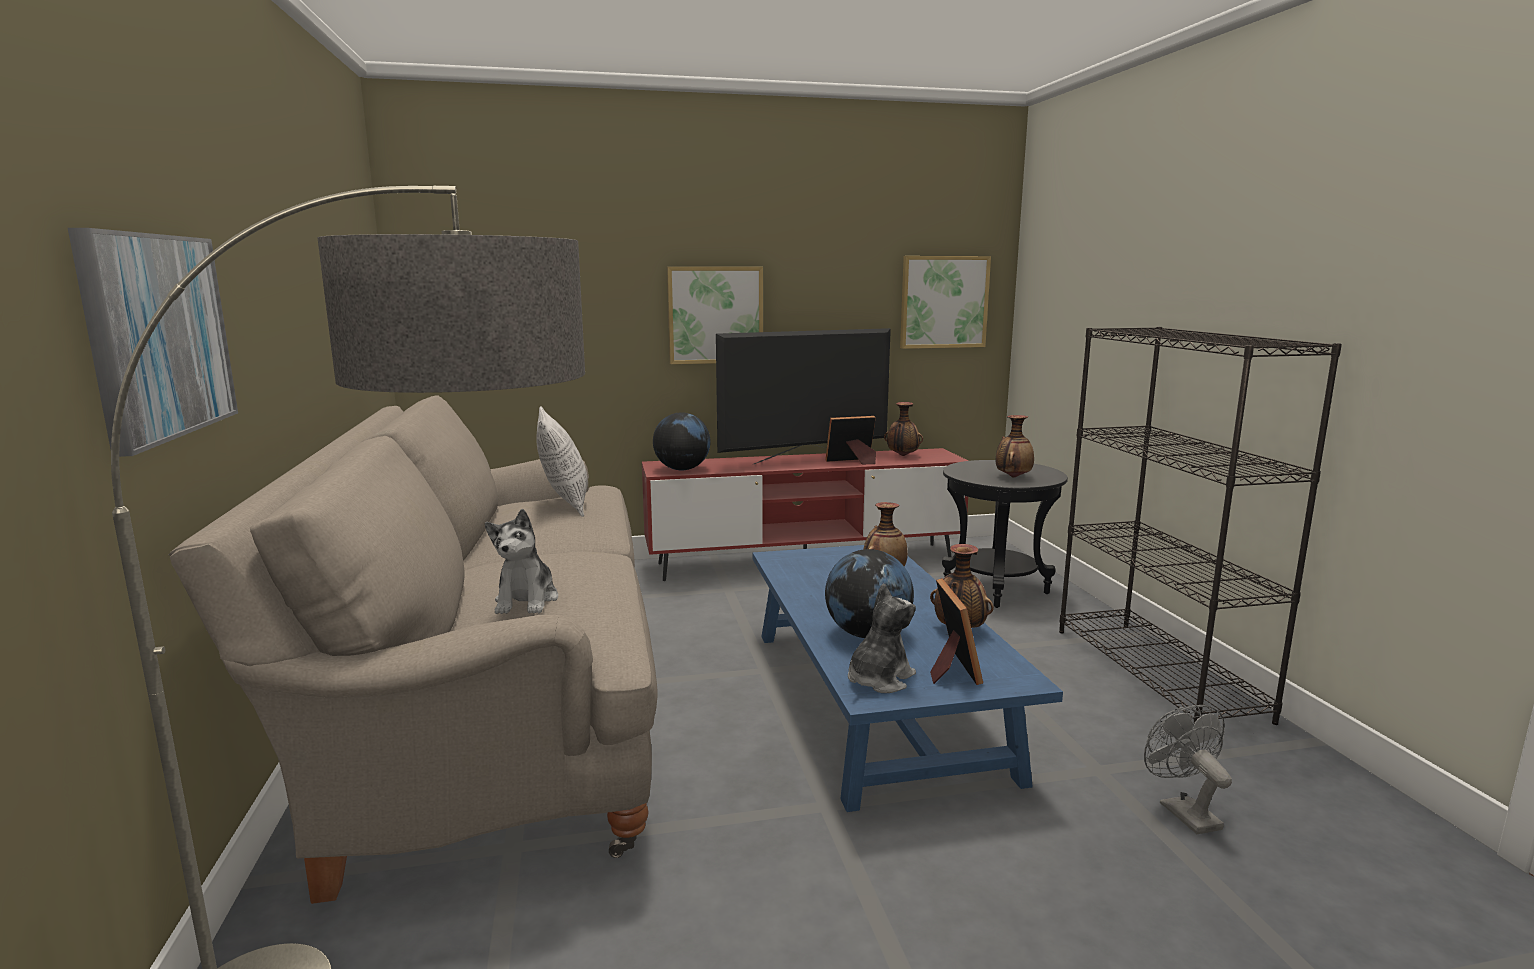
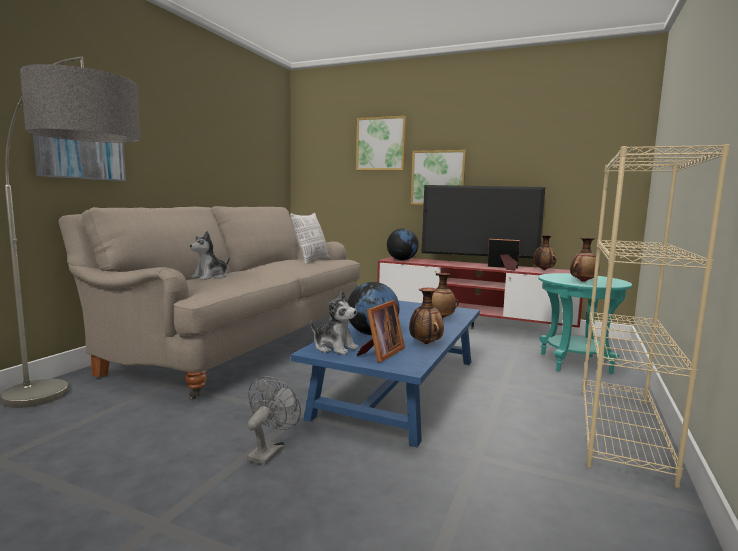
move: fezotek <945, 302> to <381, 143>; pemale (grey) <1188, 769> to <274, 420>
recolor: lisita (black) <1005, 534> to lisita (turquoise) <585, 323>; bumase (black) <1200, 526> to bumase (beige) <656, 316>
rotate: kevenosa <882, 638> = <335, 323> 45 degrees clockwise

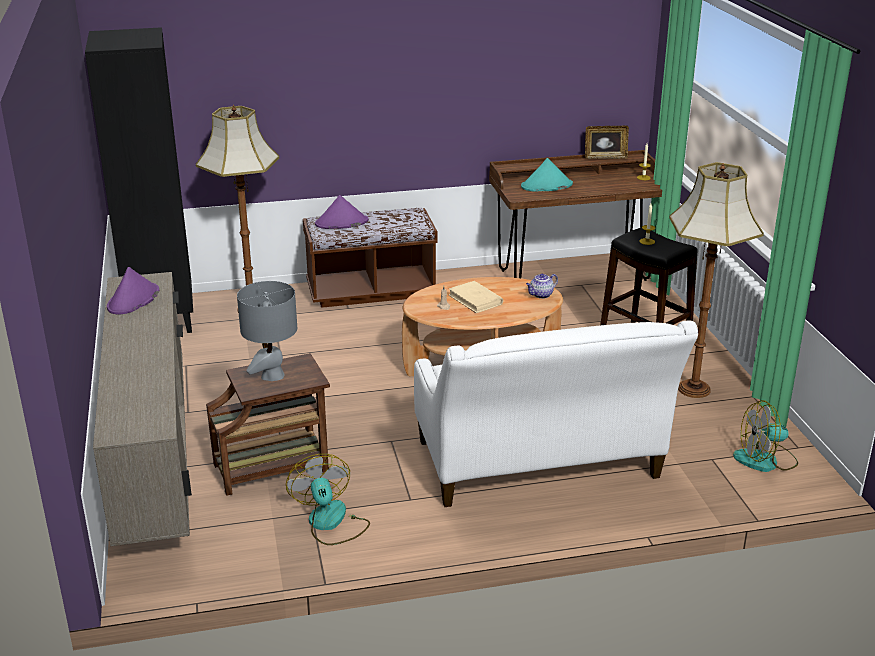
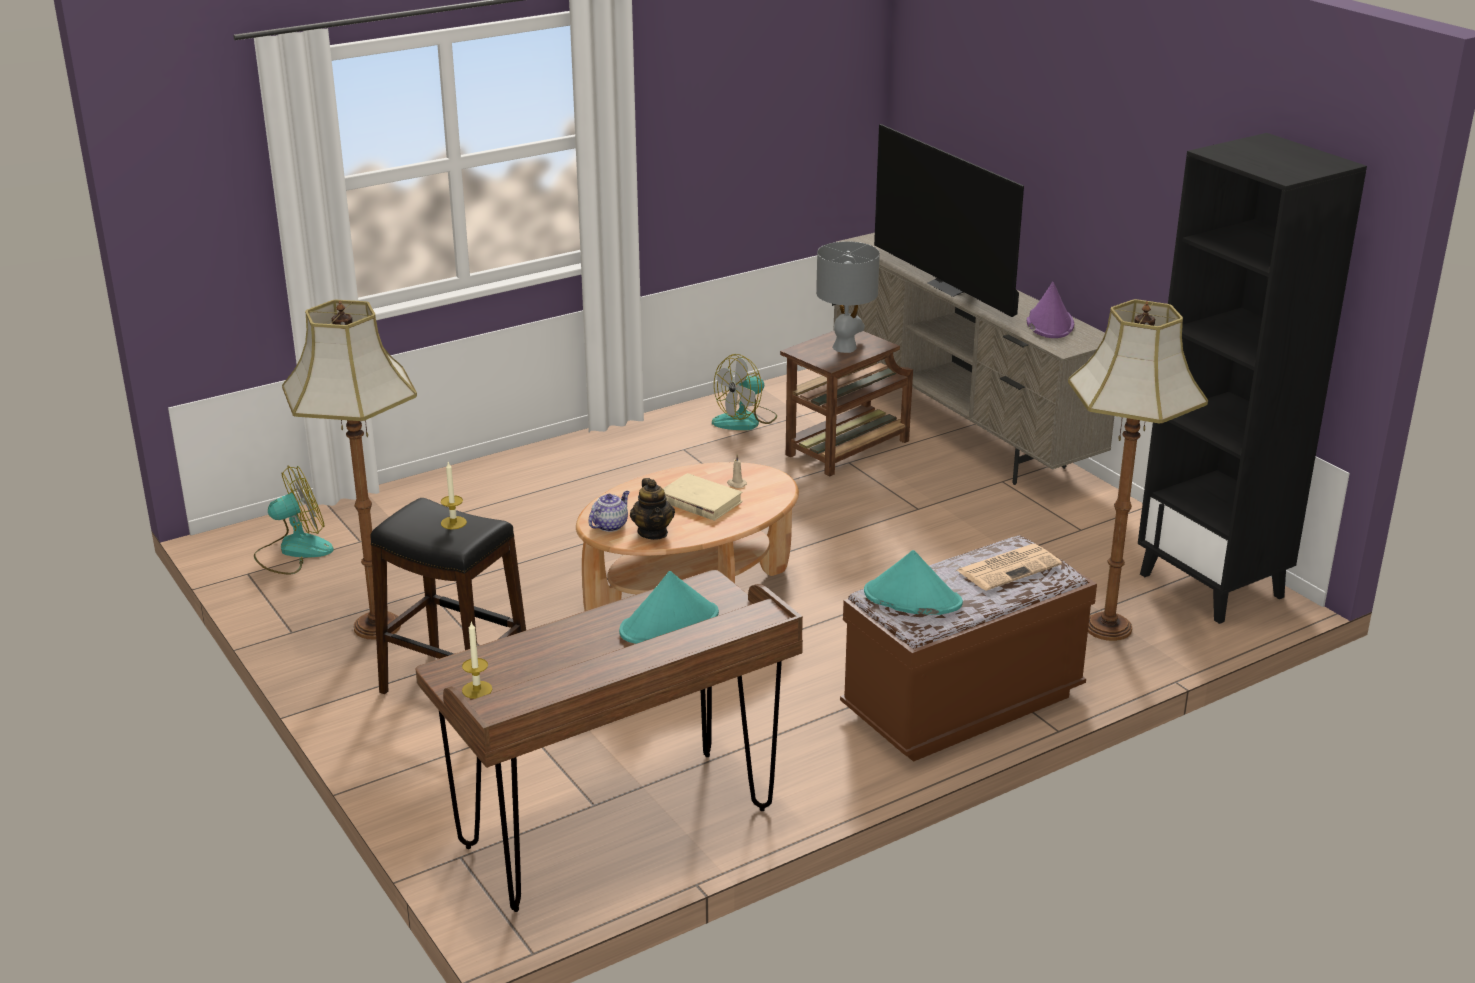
delete: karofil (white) <556, 414>; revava <607, 142>
insert: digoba <652, 509>; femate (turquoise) <913, 582>; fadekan <949, 220>
replace: femate (purple) <341, 212> to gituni <1009, 567>
rotate: pemale <328, 499> = <744, 392> 90 degrees clockwise

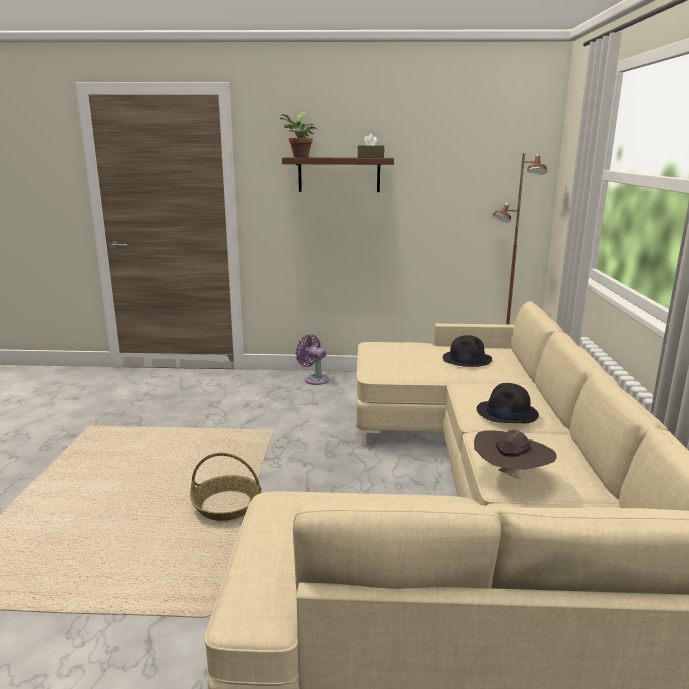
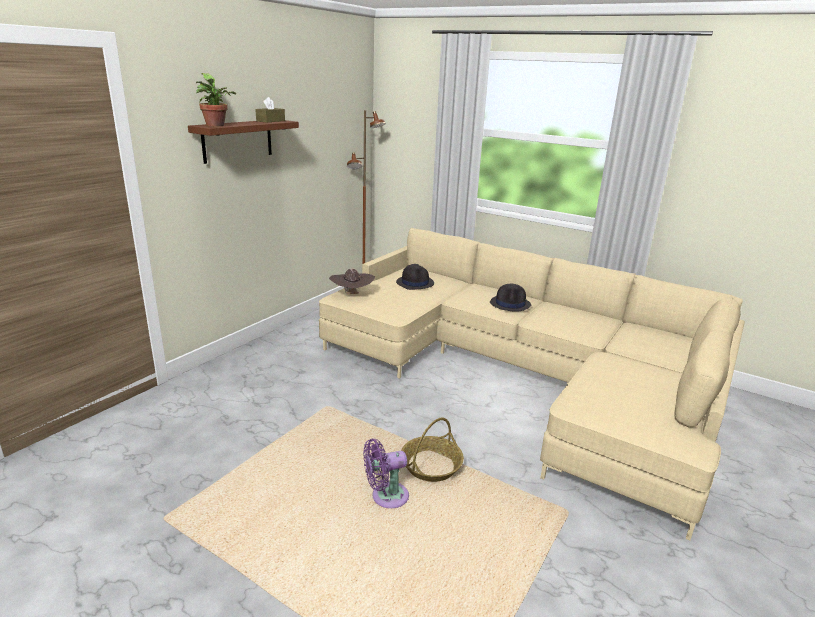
move: pemale (purple) <312, 360> to <386, 473>; femate (brown) <515, 455> to <352, 281>

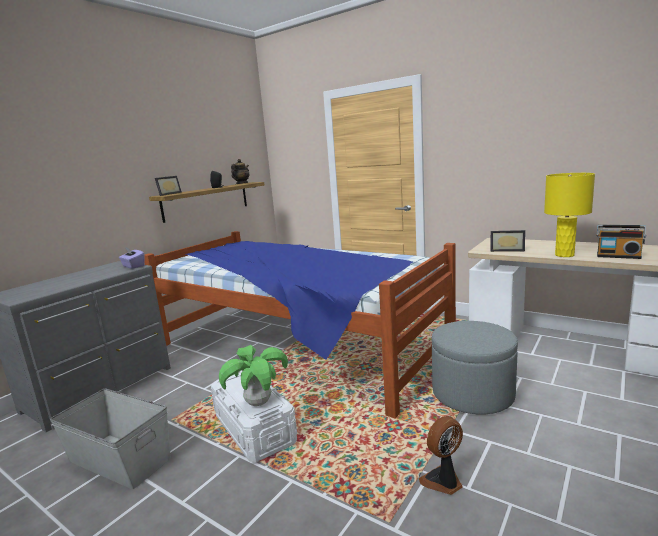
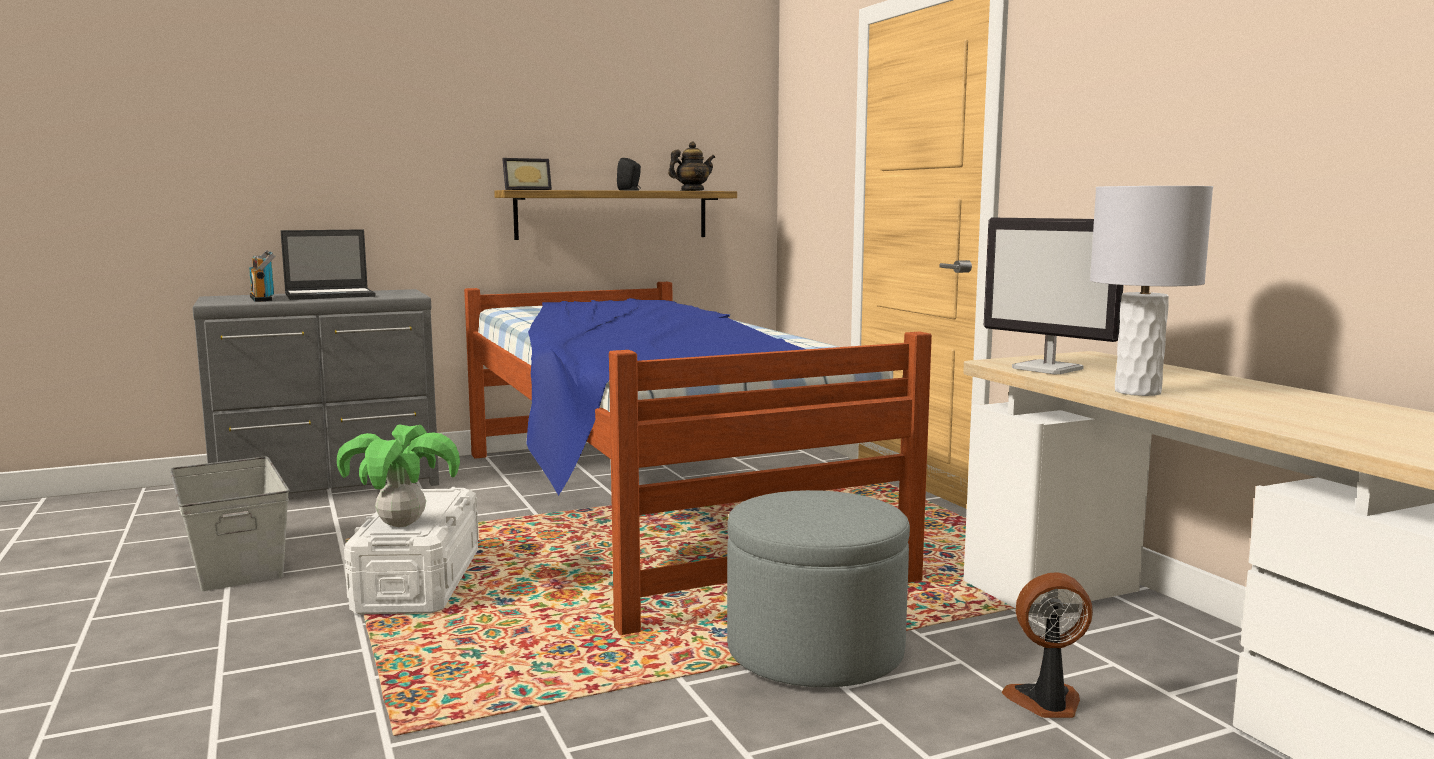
delete: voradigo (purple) <132, 258>
insert: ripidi <328, 264>
move: pemale <441, 455> to <1047, 645>; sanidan <621, 242> to <262, 276>
replace: revava <507, 241> to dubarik <1053, 296>
recolor: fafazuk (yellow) <569, 215> to fafazuk (grey) <1151, 291>

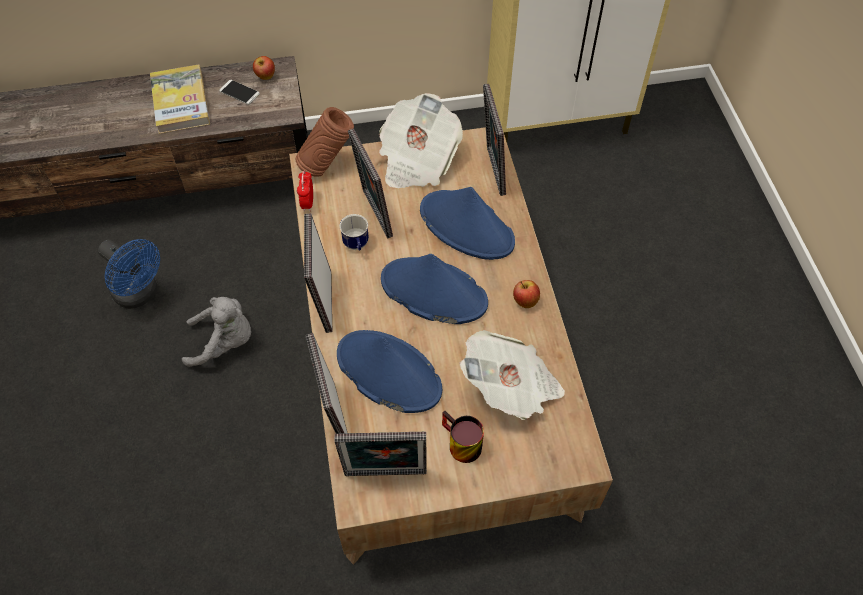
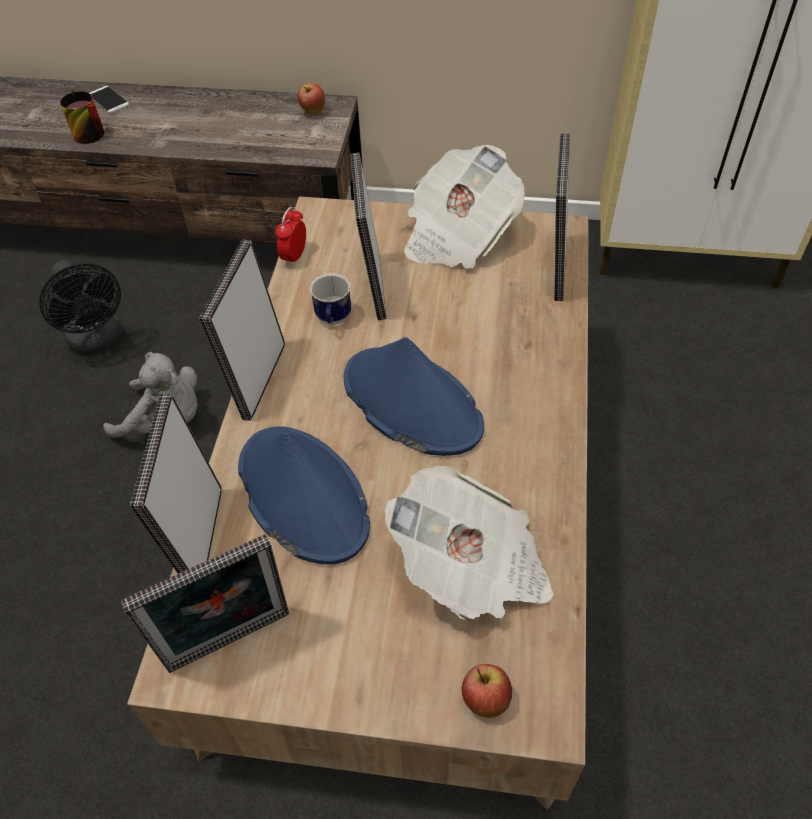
delete: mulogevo <180, 99>; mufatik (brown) <325, 142>; femate (blue) <467, 223>
move: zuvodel <239, 92> to <109, 99>; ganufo <463, 437> to <82, 117>; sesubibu <526, 294> to <487, 691>
recolor: pemale (blue) <129, 274> to pemale (black) <80, 307>
rotate: revava <380, 454> = <205, 603> 45 degrees counterclockwise

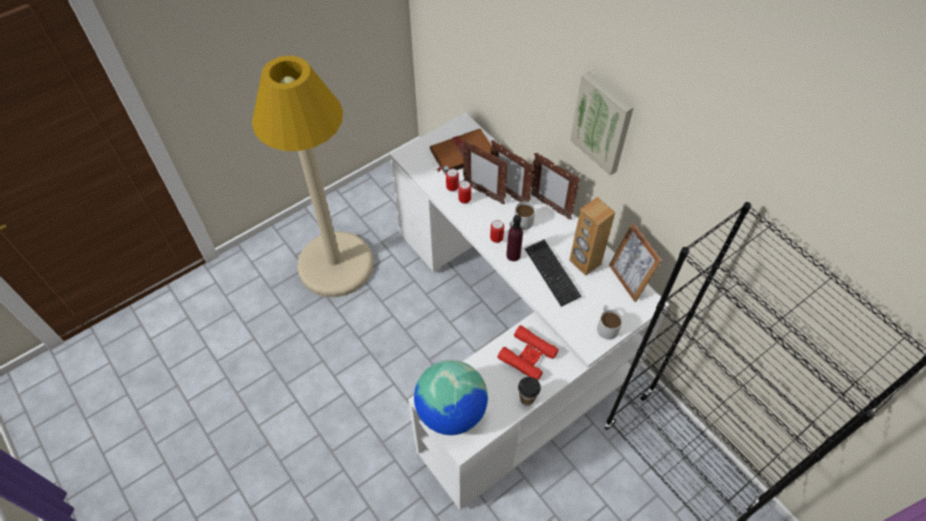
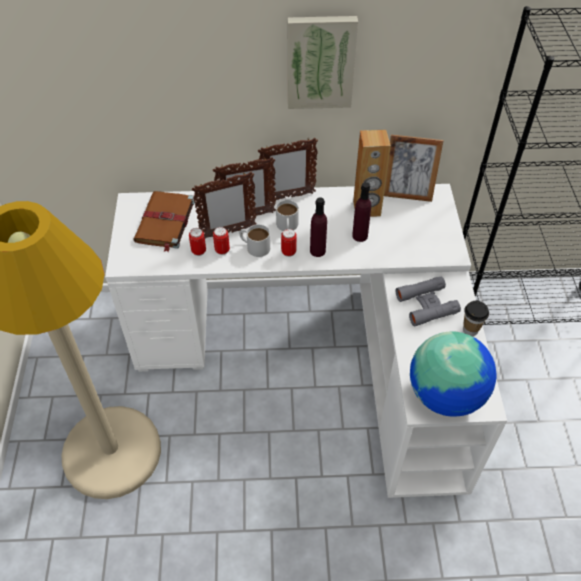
move: ganufo (white) <610, 322> to <254, 240>
replace: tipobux <553, 273> to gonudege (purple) <361, 212>
recolor: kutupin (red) <528, 352> to kutupin (grey) <428, 301>

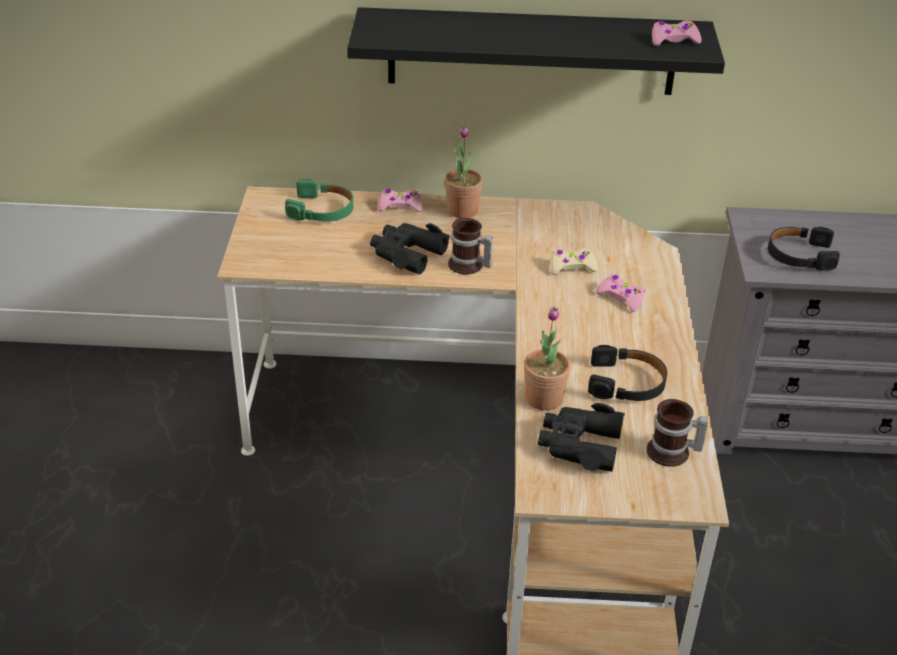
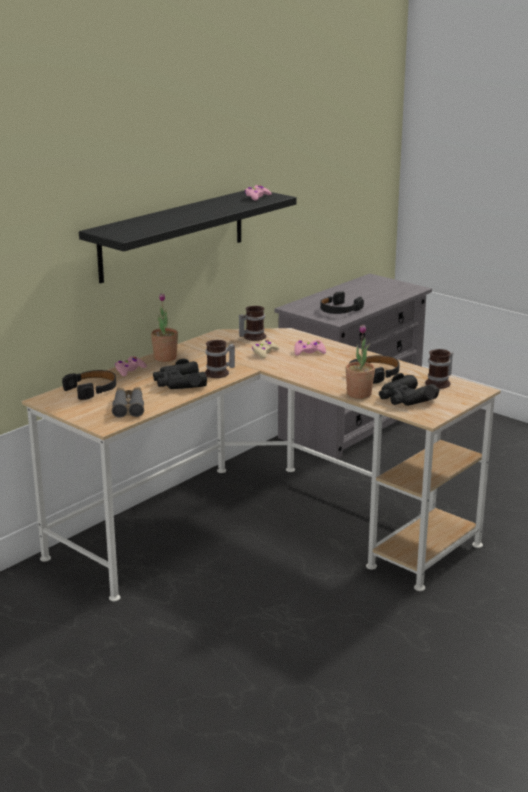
insert: kutupin (grey) <128, 402>; ganufo <252, 323>
recolor: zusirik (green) <319, 200> to zusirik (black) <89, 385>

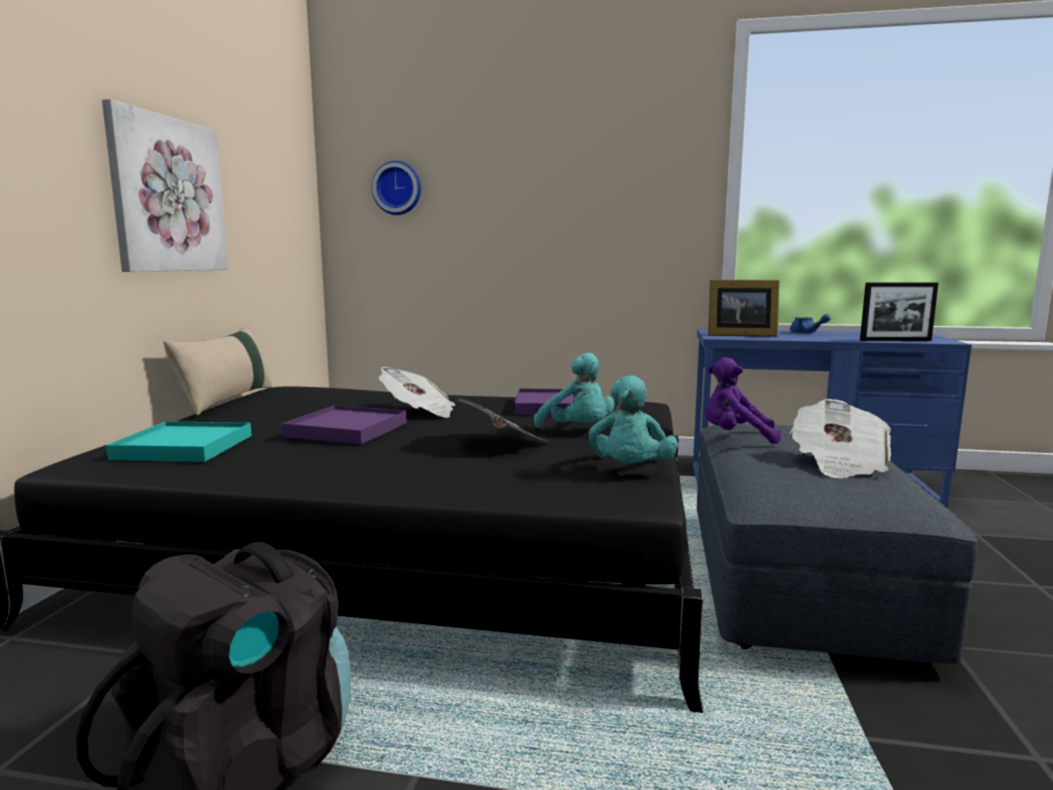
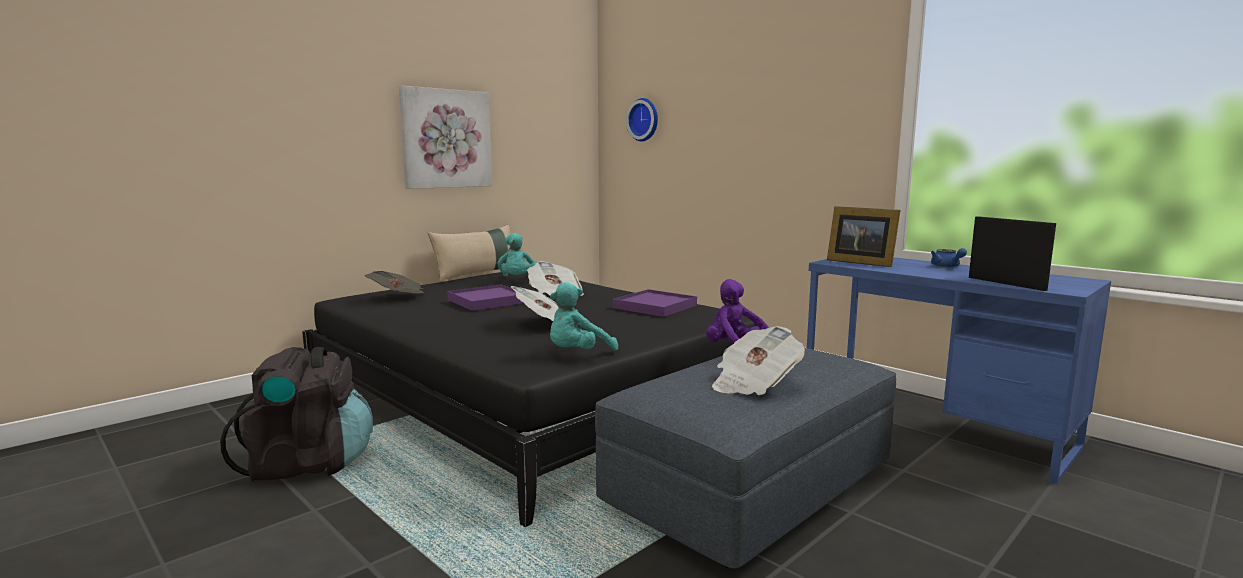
move: kevenosa (turquoise) <574, 390> to <517, 255>
replace: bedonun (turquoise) <179, 441> to gituni <394, 282>
rotate: revava <899, 311> = <1012, 253> 150 degrees counterclockwise

